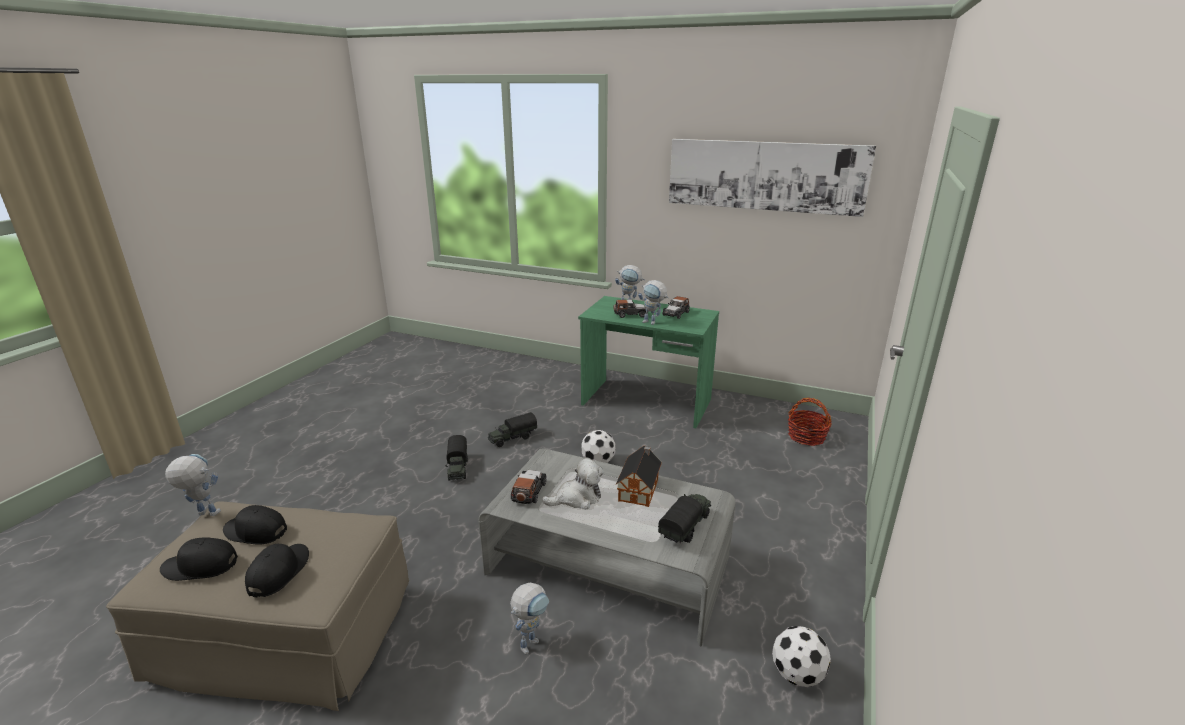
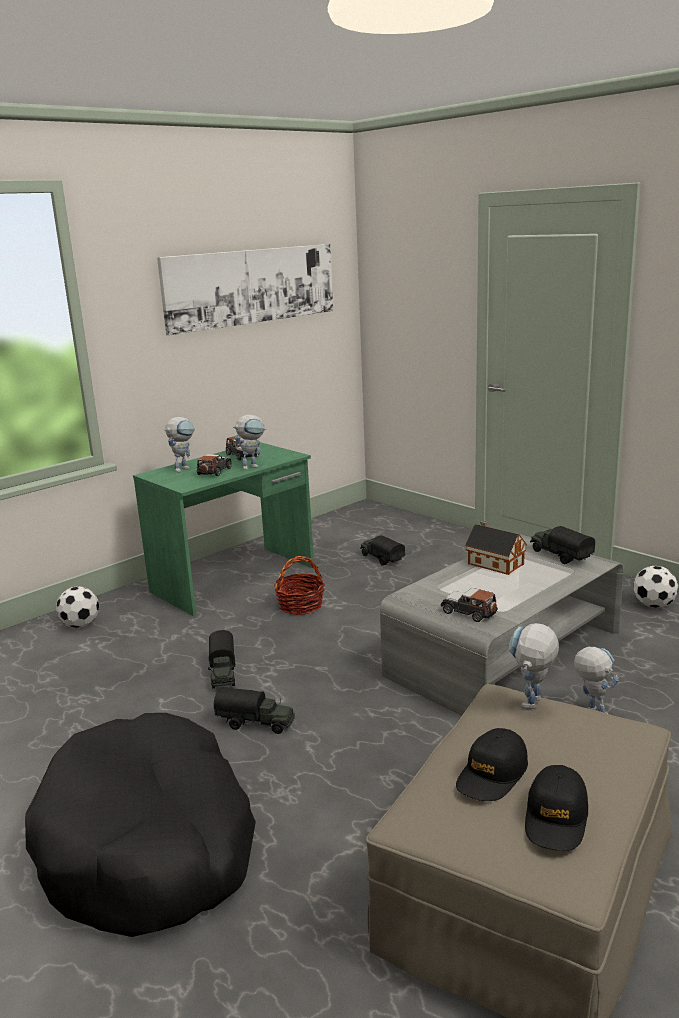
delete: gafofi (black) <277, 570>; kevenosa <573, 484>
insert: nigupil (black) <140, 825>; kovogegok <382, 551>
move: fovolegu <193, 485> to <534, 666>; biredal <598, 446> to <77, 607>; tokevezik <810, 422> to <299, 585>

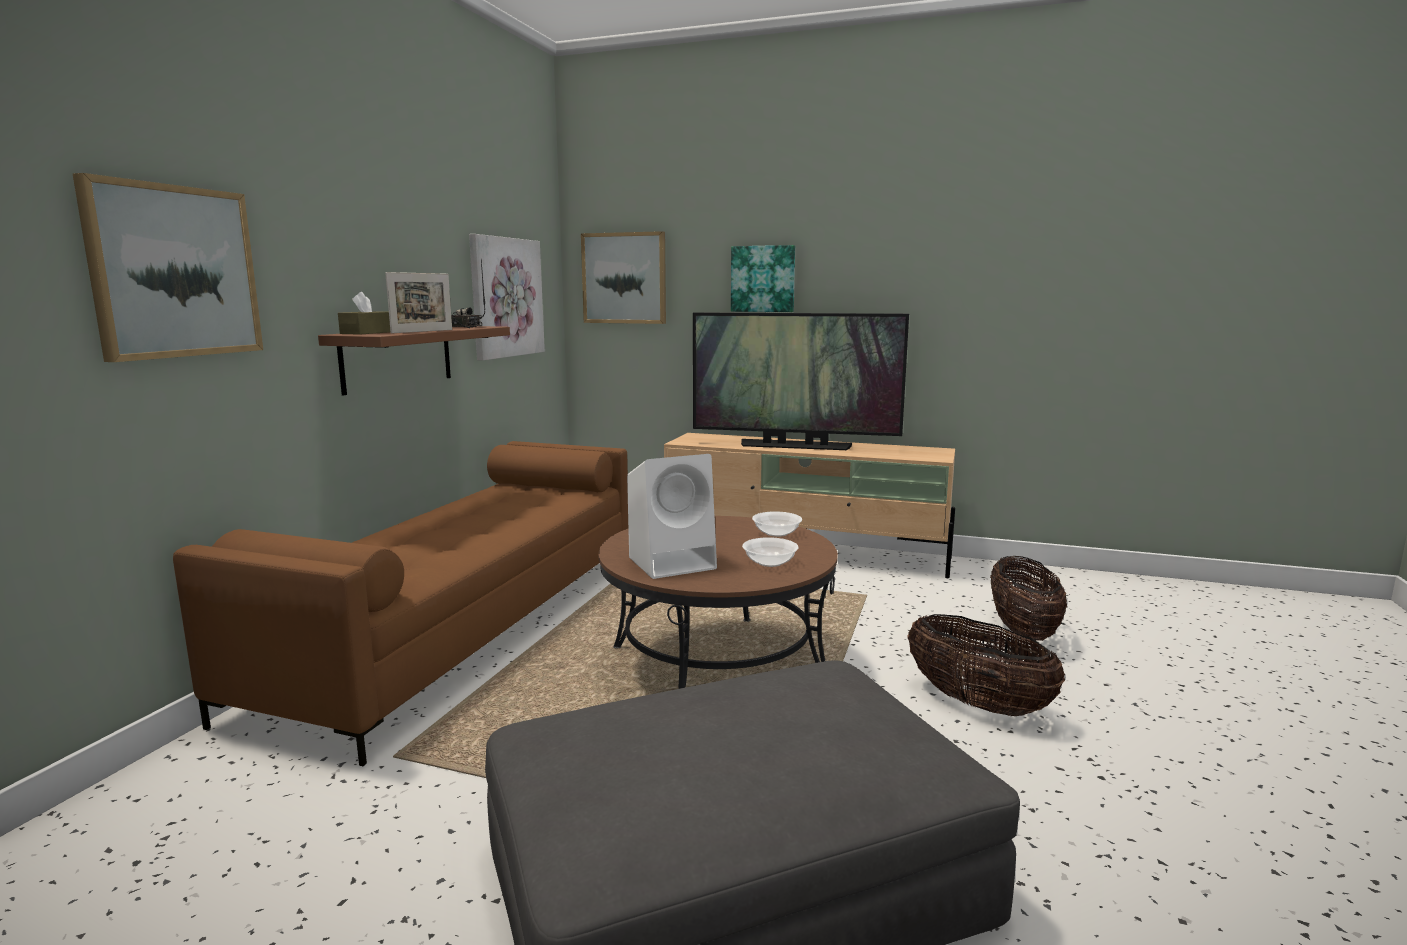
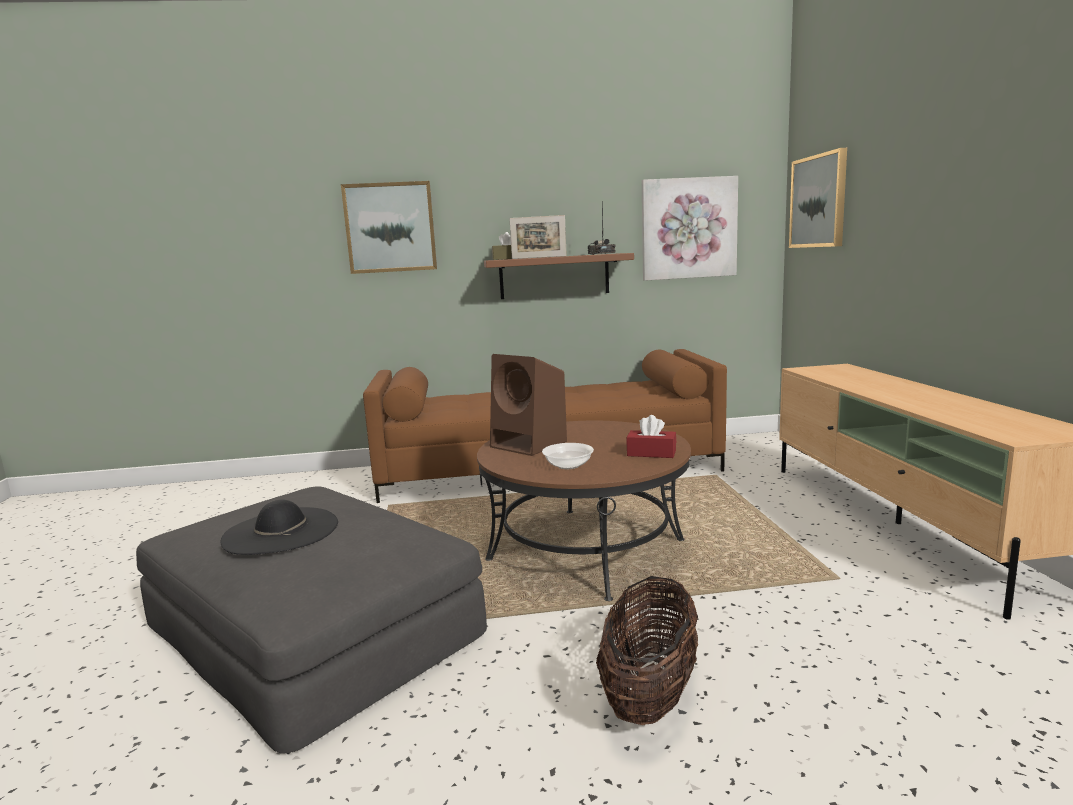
delete: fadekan <801, 381>; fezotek <763, 278>; tokevezik <1028, 598>
insert: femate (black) <279, 527>
replace: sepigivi <777, 524> to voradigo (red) <651, 436>
recolor: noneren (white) <672, 516> to noneren (brown) <528, 405>

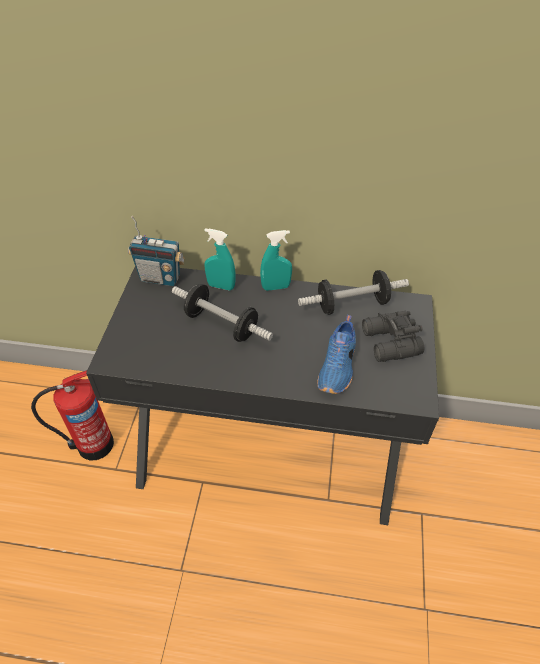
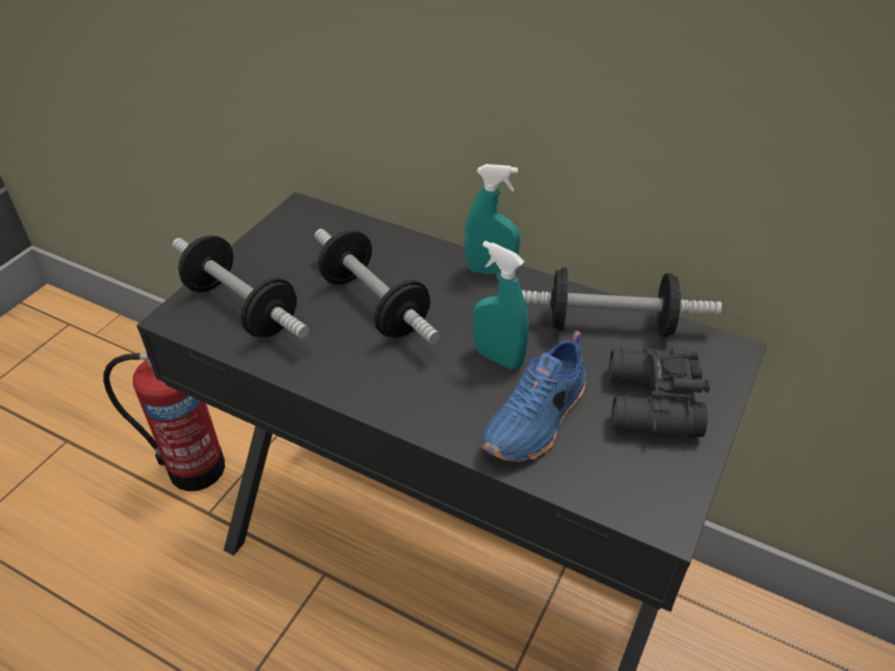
delete: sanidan <156, 251>
insert: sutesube <240, 287>
move: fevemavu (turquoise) <220, 259> to <501, 305>

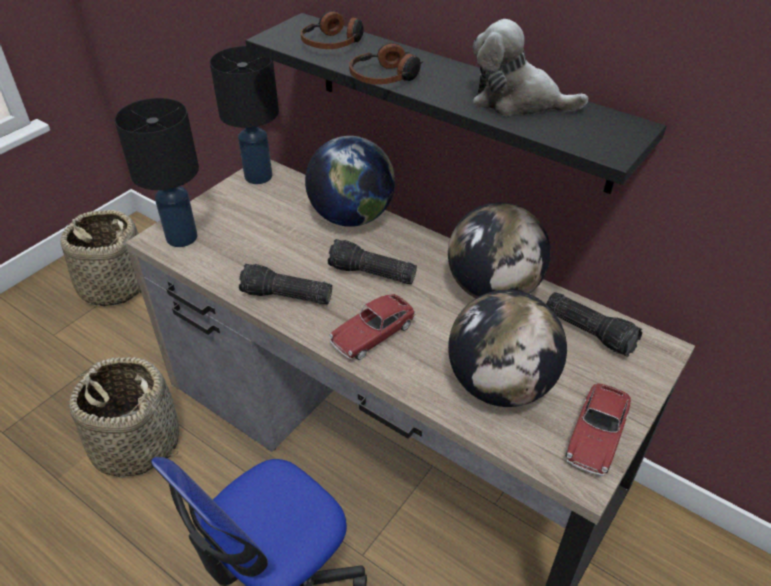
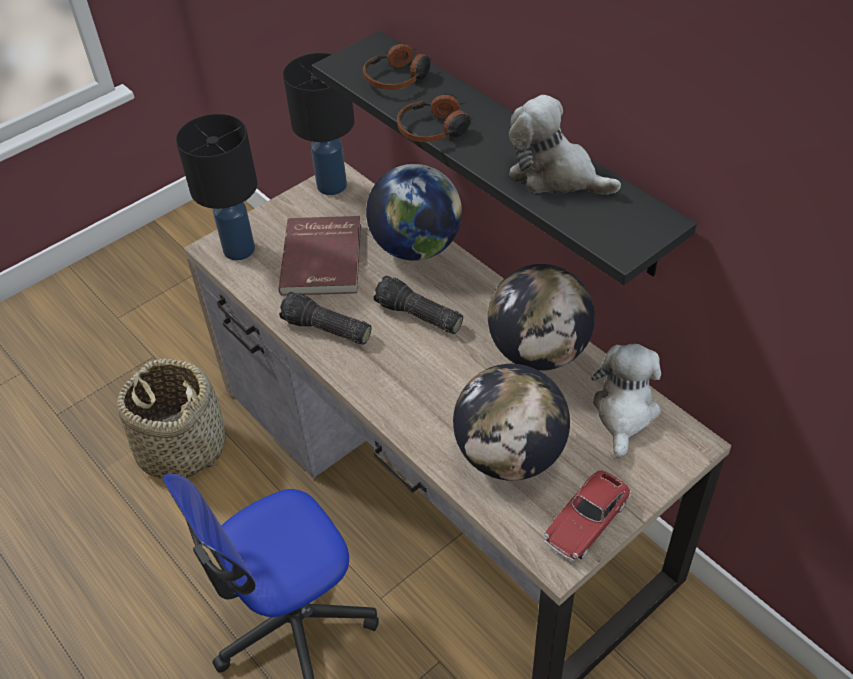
delete: tokevezik <101, 258>; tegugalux <372, 327>
insert: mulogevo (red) <319, 256>
replace: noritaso <594, 324> to kevenosa <626, 401>

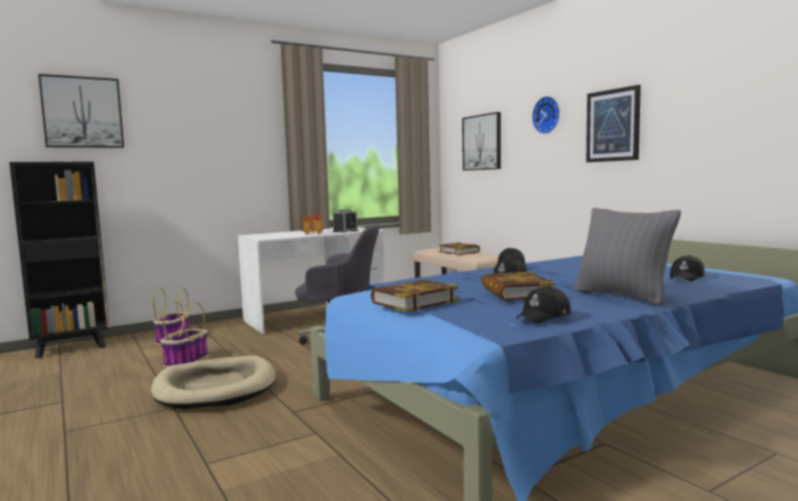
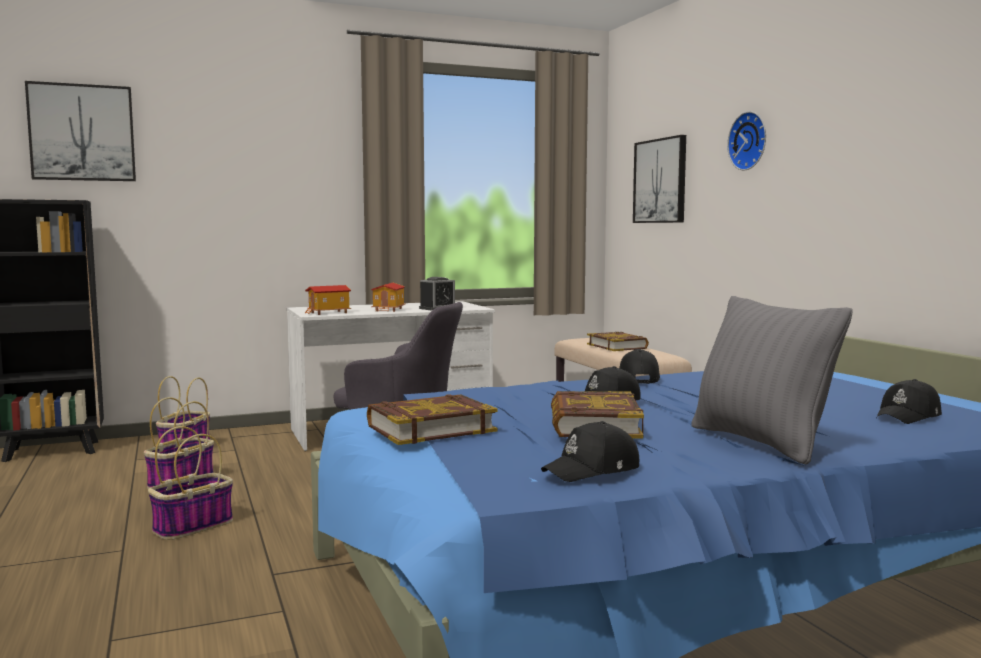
delete: fezotek <613, 123>
insert: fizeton <328, 300>
replace: nigupil (beige) <213, 382> to tokevezik <190, 483>

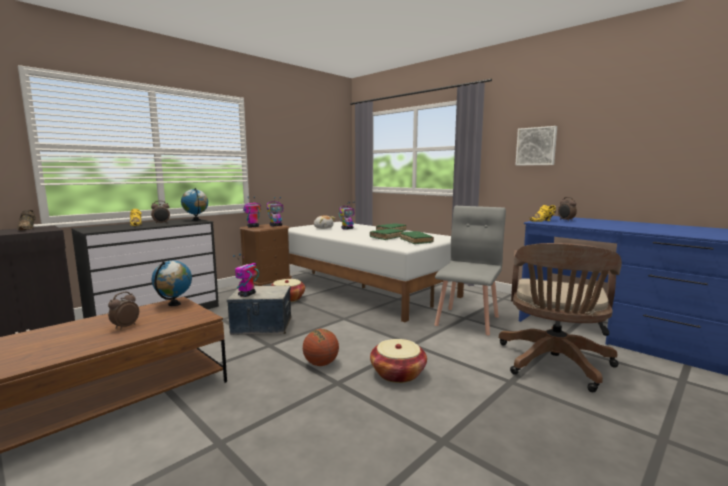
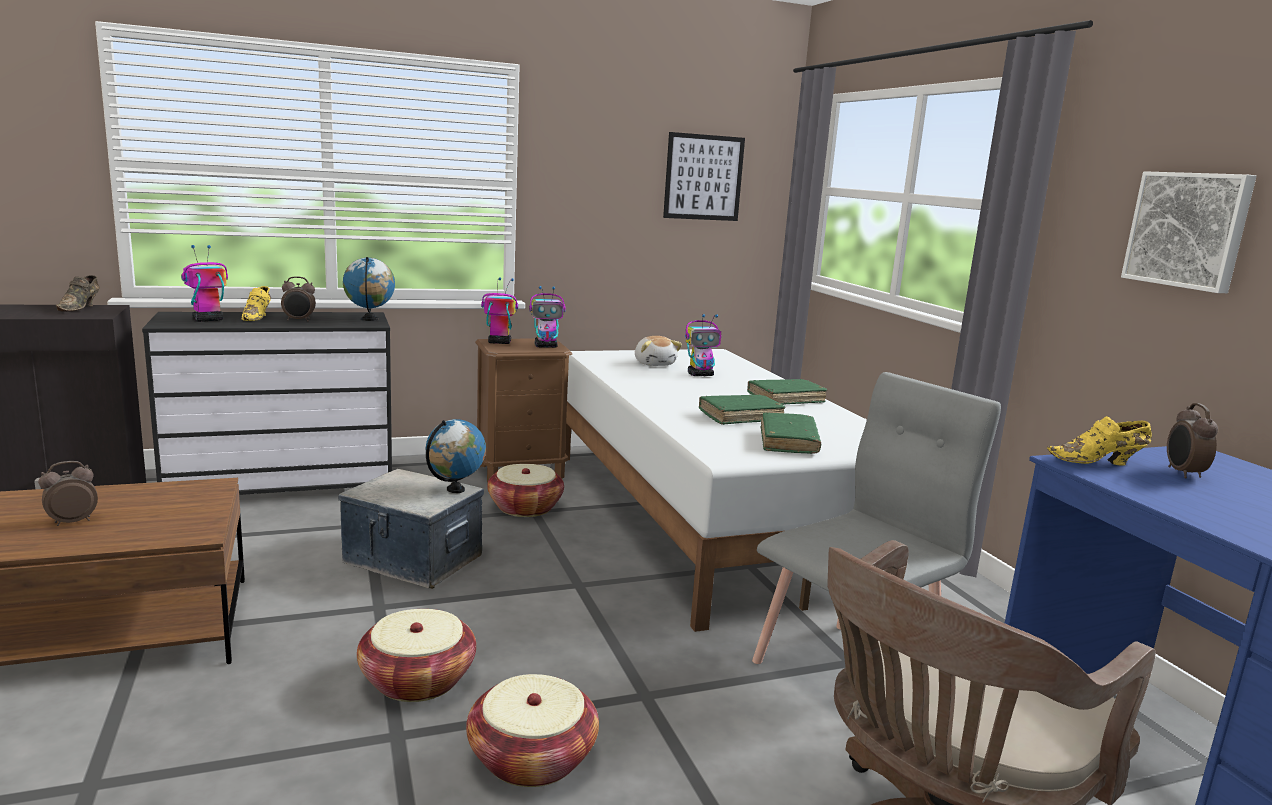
insert: fezotek <704, 176>
move: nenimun <172, 283> to <456, 456>; fovolegu <246, 275> to <204, 283>
replace: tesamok <321, 347> to tokevezik <416, 655>

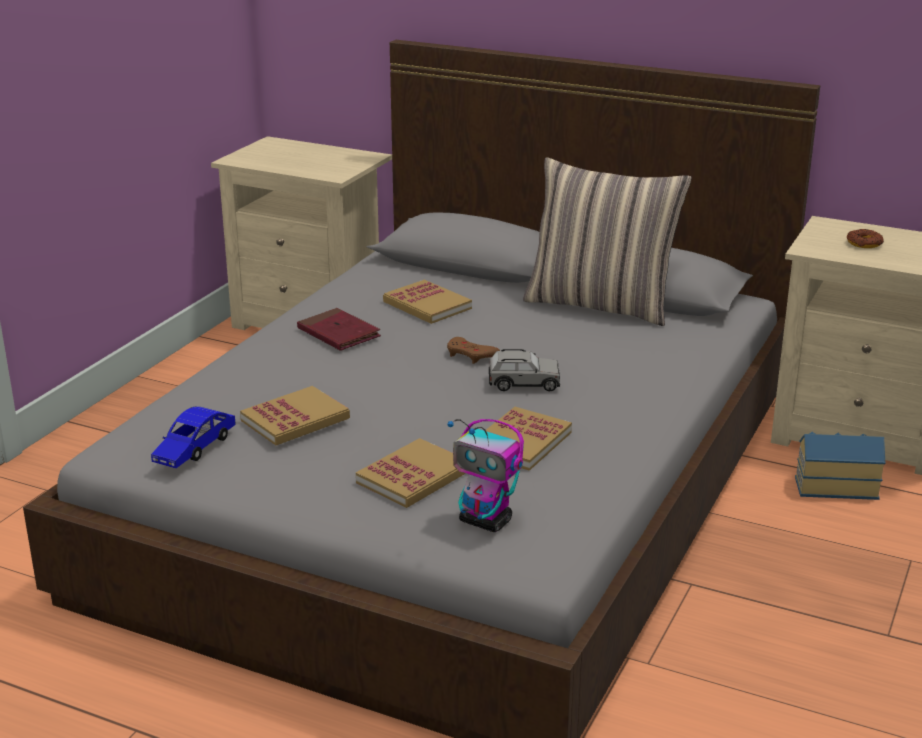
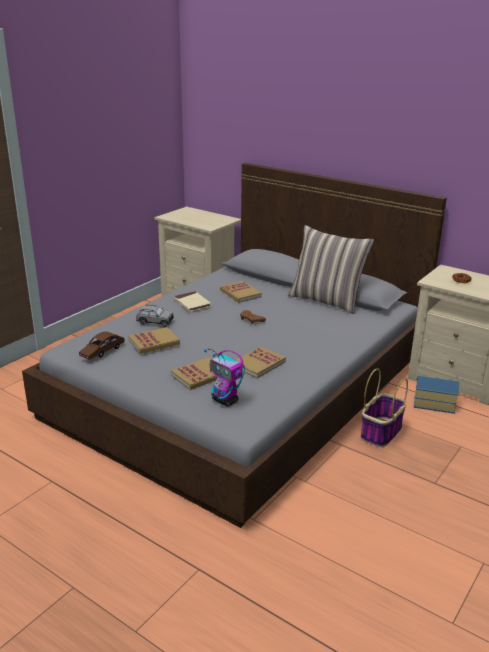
insert: tokevezik <384, 407>
move: tegugalux (grey) <524, 370> to <155, 316>
recolor: tegugalux (blue) <193, 437> to tegugalux (brown) <102, 346>; mulogevo (red) <339, 329> to mulogevo (beige) <192, 301>

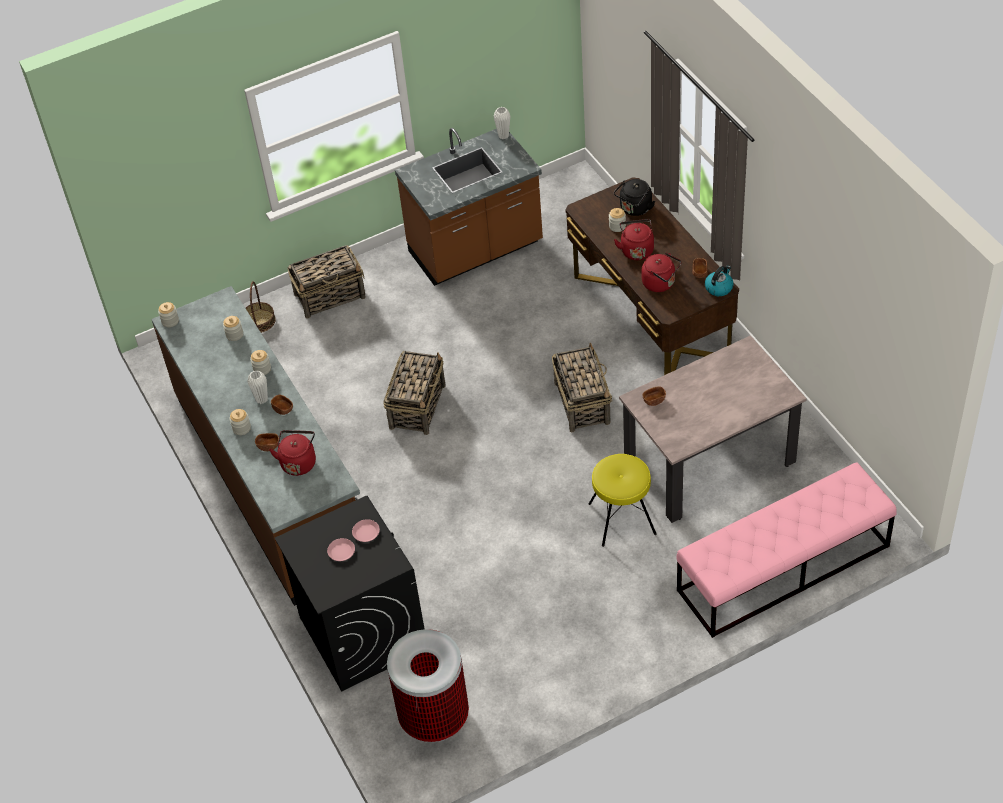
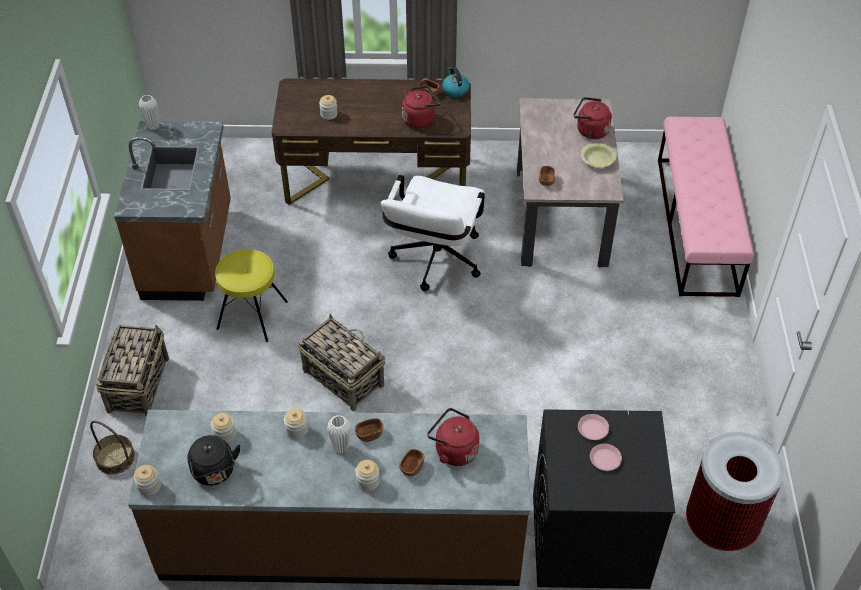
insert: sepigivi (yellow) <599, 155>
move: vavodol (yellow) <622, 500> to <251, 295>; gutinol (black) <634, 197> to <214, 460>; gutinol (red) <634, 239> to <593, 118>
replace: tokevezik <582, 387> to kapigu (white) <433, 233>

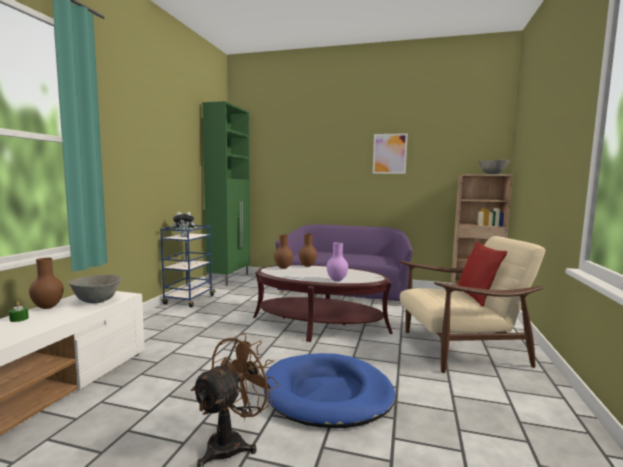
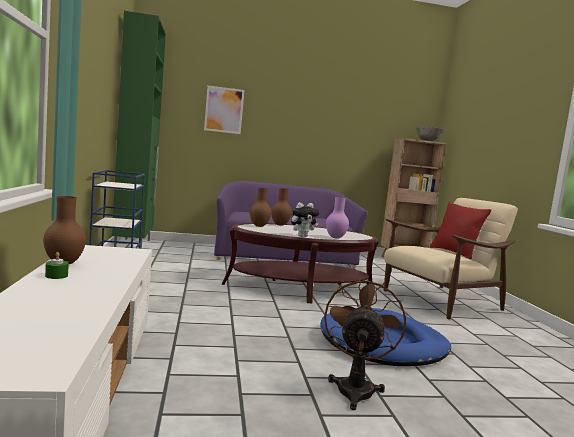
delete: sepigivi (grey) <95, 288>
move: kevenosa <185, 224> to <305, 219>; fezotek <390, 153> to <224, 109>

